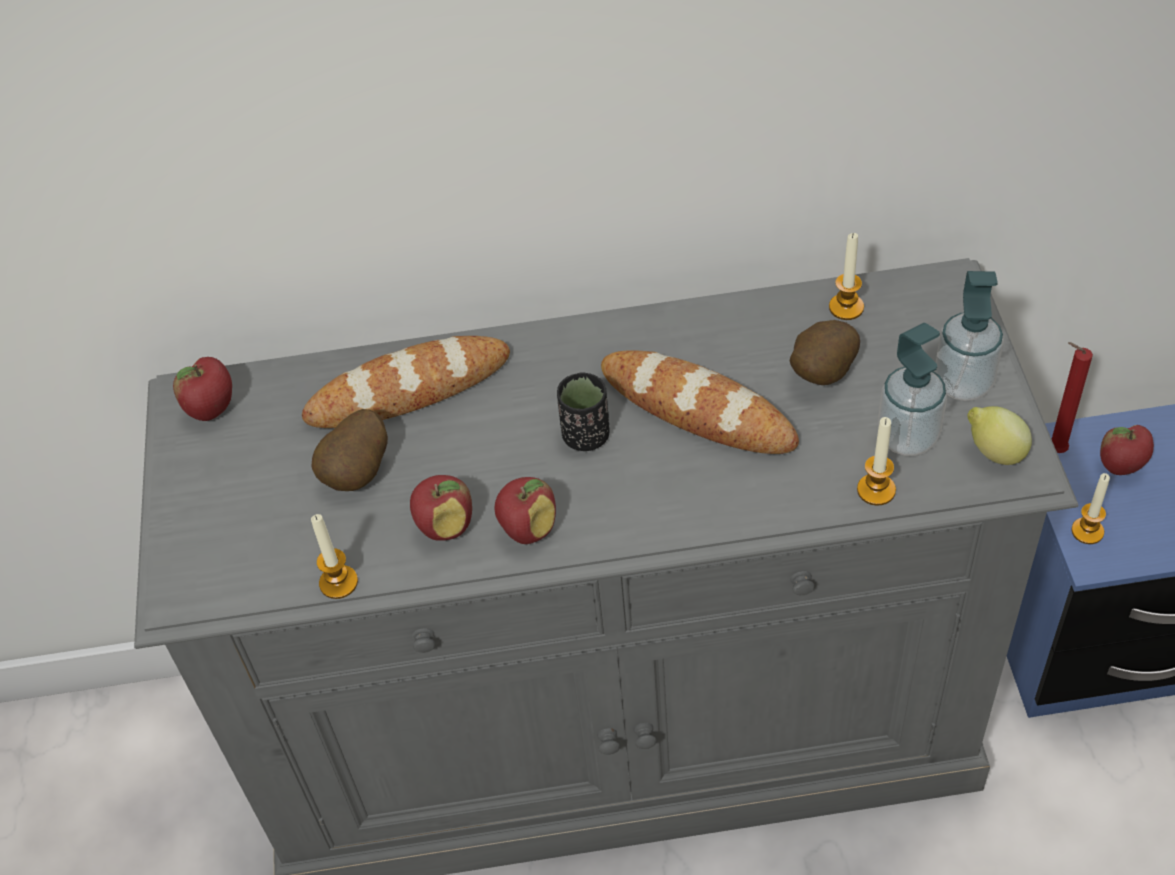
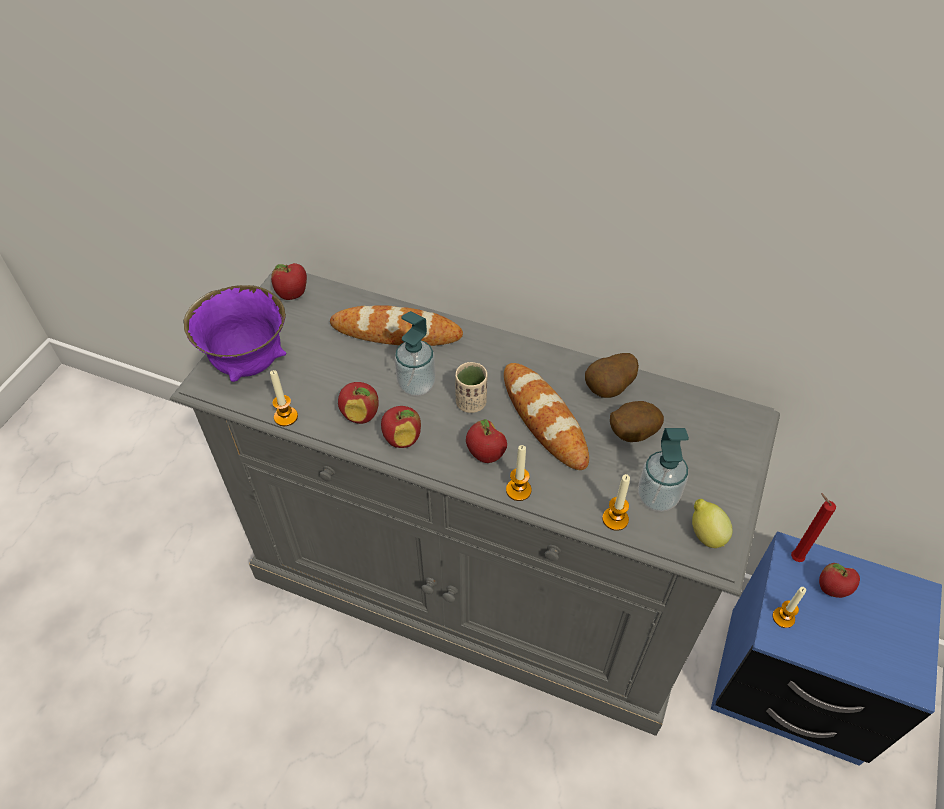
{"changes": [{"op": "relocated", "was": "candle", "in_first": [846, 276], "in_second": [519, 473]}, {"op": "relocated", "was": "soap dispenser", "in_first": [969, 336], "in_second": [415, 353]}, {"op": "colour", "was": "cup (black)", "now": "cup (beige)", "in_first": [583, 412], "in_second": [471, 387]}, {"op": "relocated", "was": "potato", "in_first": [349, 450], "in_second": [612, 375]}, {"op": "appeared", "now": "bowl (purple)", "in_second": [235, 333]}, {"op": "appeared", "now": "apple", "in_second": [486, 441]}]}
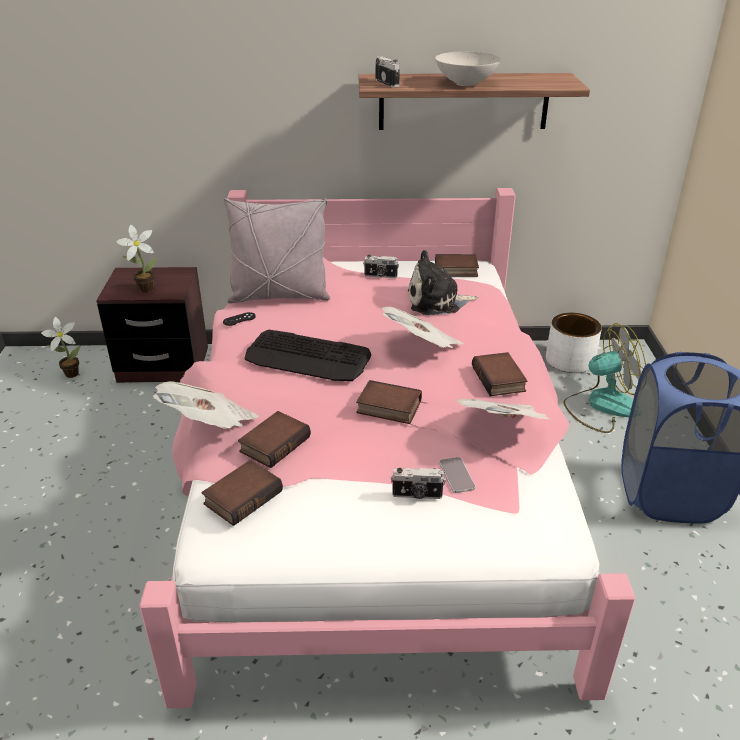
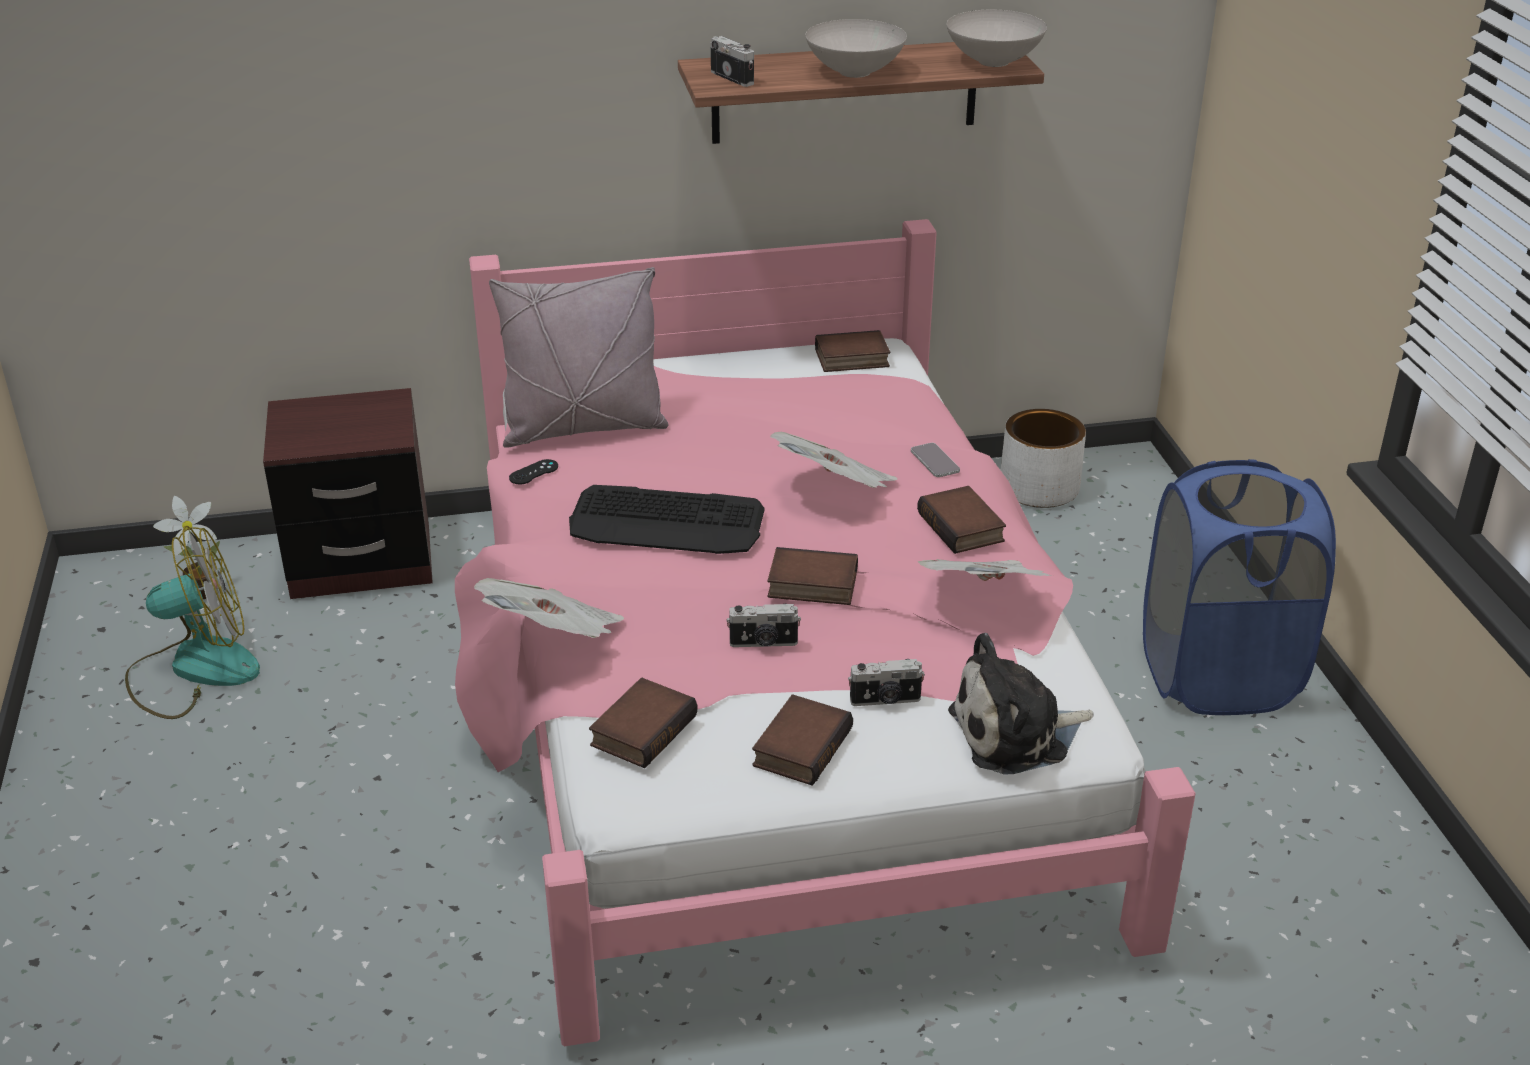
{"changes": [{"op": "missing", "was": "potted plant", "in_first": [136, 259]}, {"op": "relocated", "was": "plush toy", "in_first": [443, 282], "in_second": [1020, 704]}, {"op": "relocated", "was": "photo camera", "in_first": [381, 266], "in_second": [764, 625]}, {"op": "relocated", "was": "fan", "in_first": [604, 378], "in_second": [192, 622]}, {"op": "relocated", "was": "book", "in_first": [274, 439], "in_second": [802, 740]}, {"op": "relocated", "was": "phone", "in_first": [457, 475], "in_second": [935, 460]}, {"op": "appeared", "now": "bowl (white)", "in_second": [997, 38]}]}
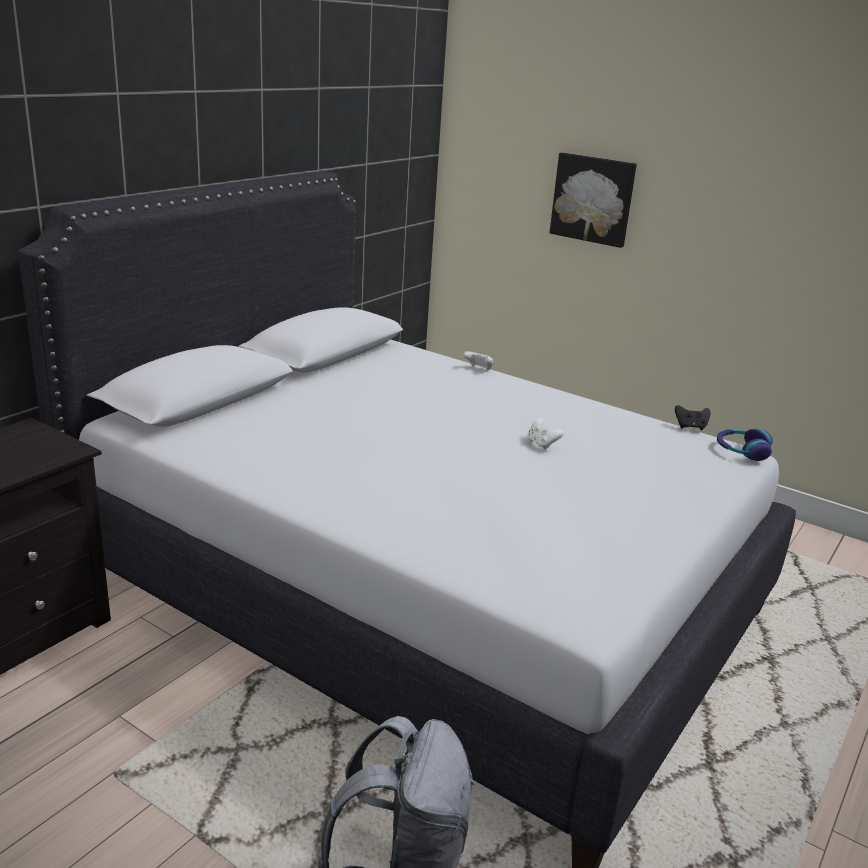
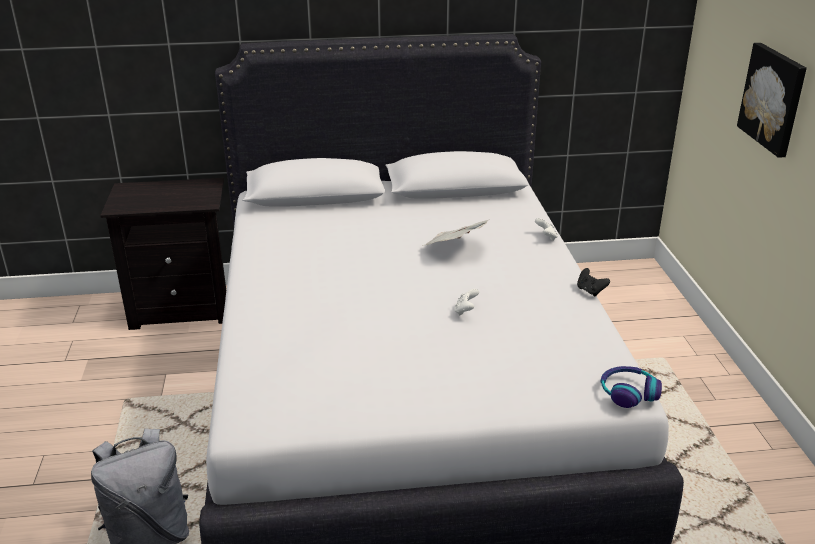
{"changes": [{"op": "relocated", "was": "game controller (black)", "in_first": [692, 417], "in_second": [593, 282]}, {"op": "appeared", "now": "newspaper", "in_second": [456, 232]}]}
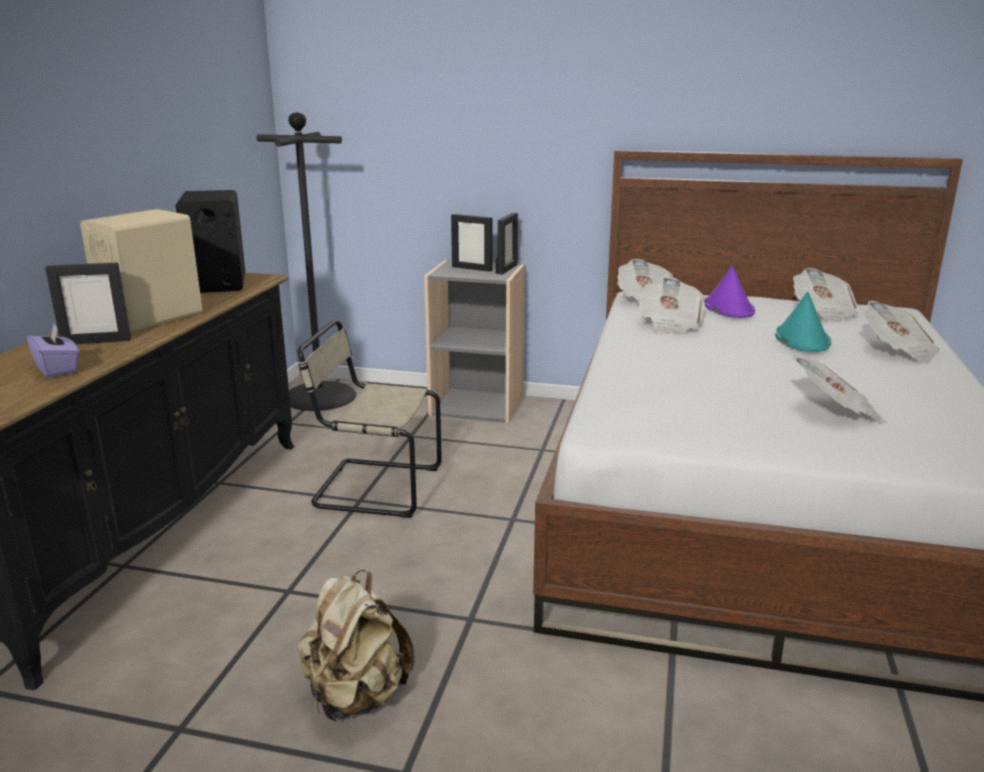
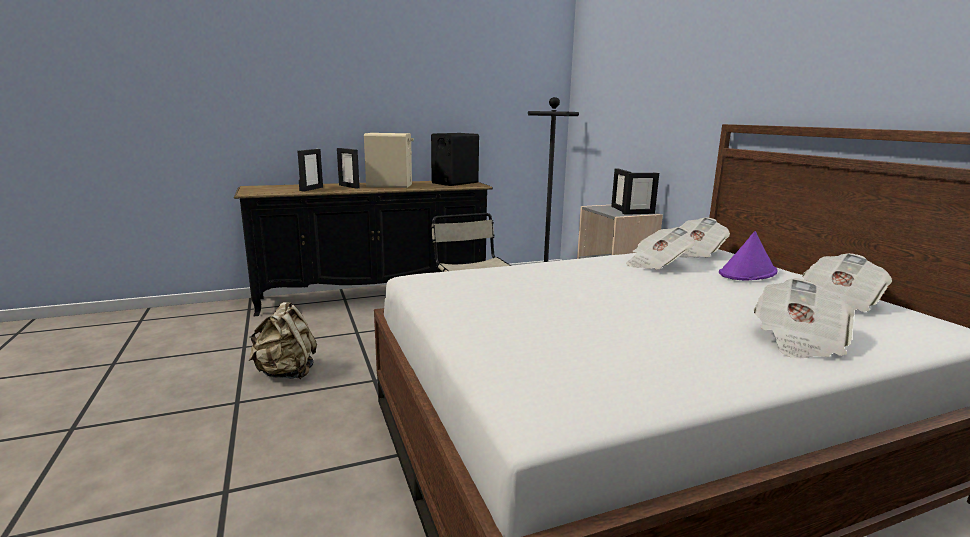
{"changes": [{"op": "missing", "was": "hat (turquoise)", "in_first": [803, 322]}, {"op": "exchanged", "was": "tissue box (purple)", "now": "picture frame", "in_first": [53, 351], "in_second": [310, 170]}, {"op": "missing", "was": "newspaper", "in_first": [839, 389]}]}
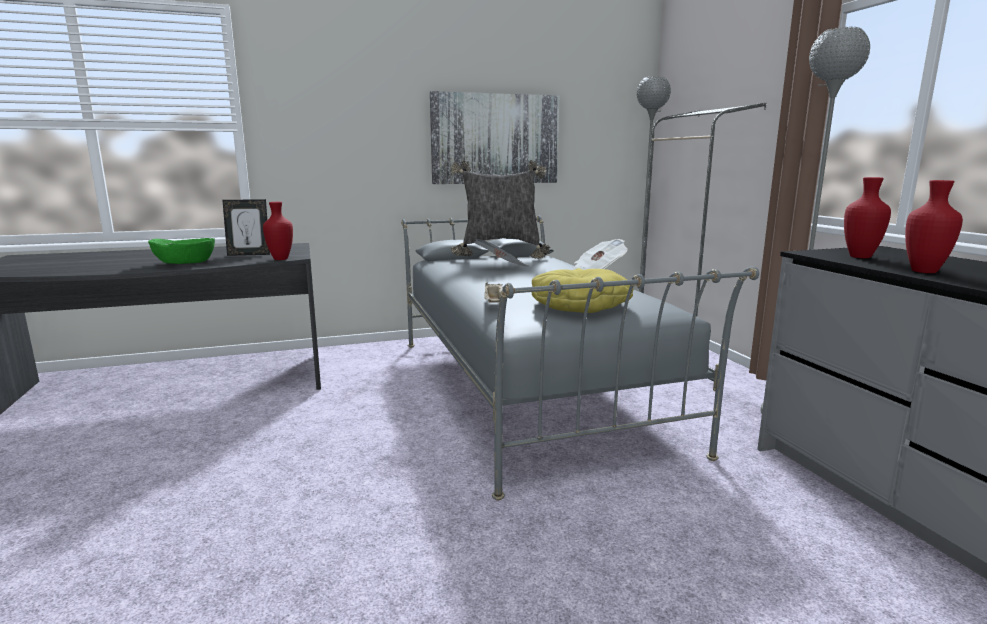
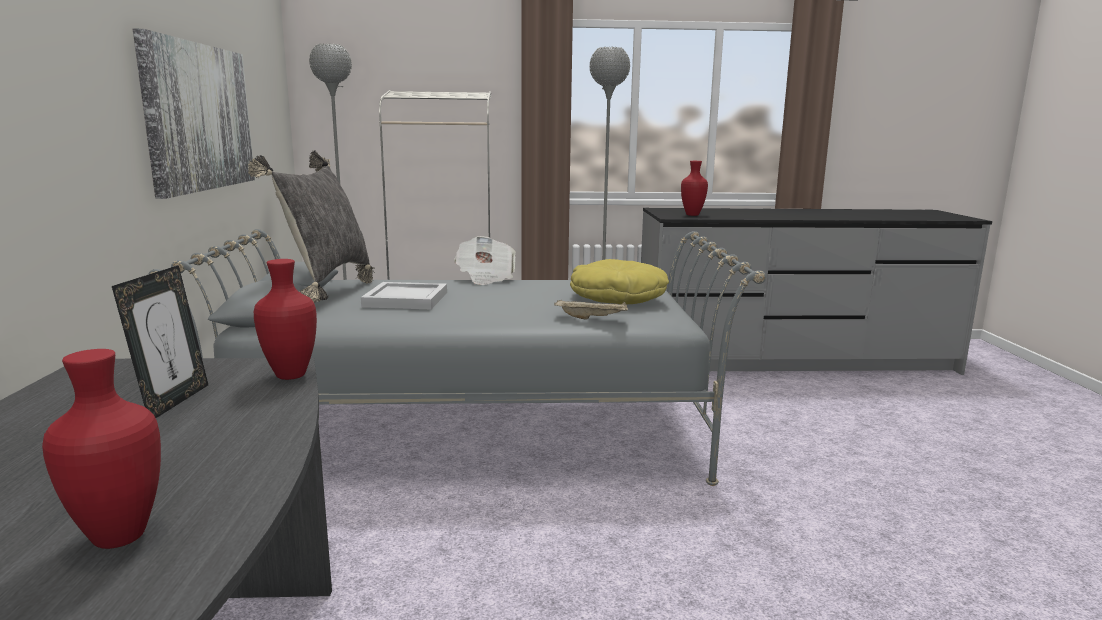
{"changes": [{"op": "relocated", "was": "vase (red)", "in_first": [934, 226], "in_second": [101, 449]}, {"op": "missing", "was": "bowl (green)", "in_first": [181, 251]}, {"op": "exchanged", "was": "newspaper", "now": "tray (white)", "in_first": [501, 252], "in_second": [404, 295]}]}
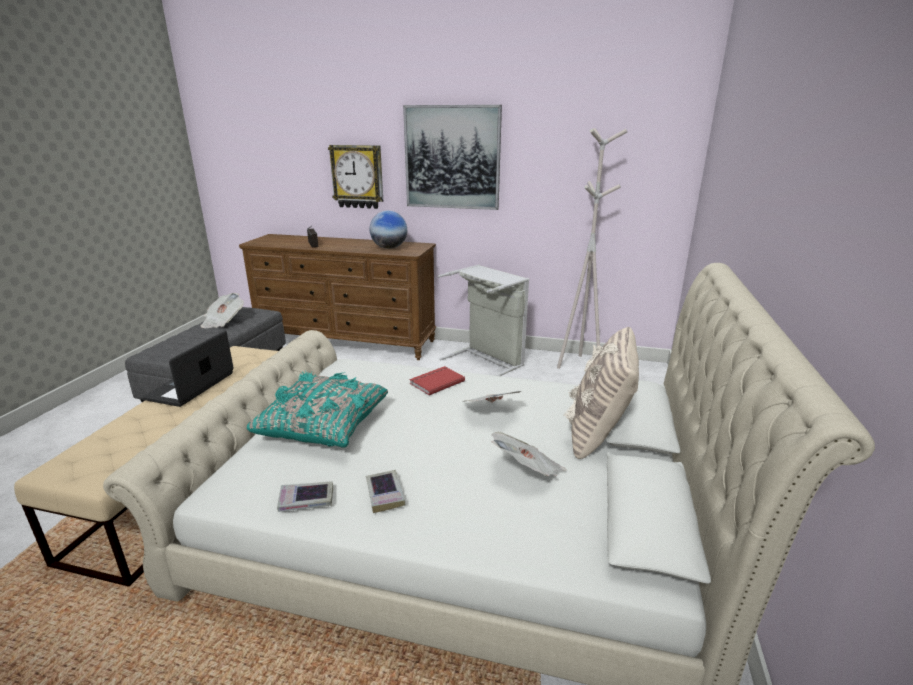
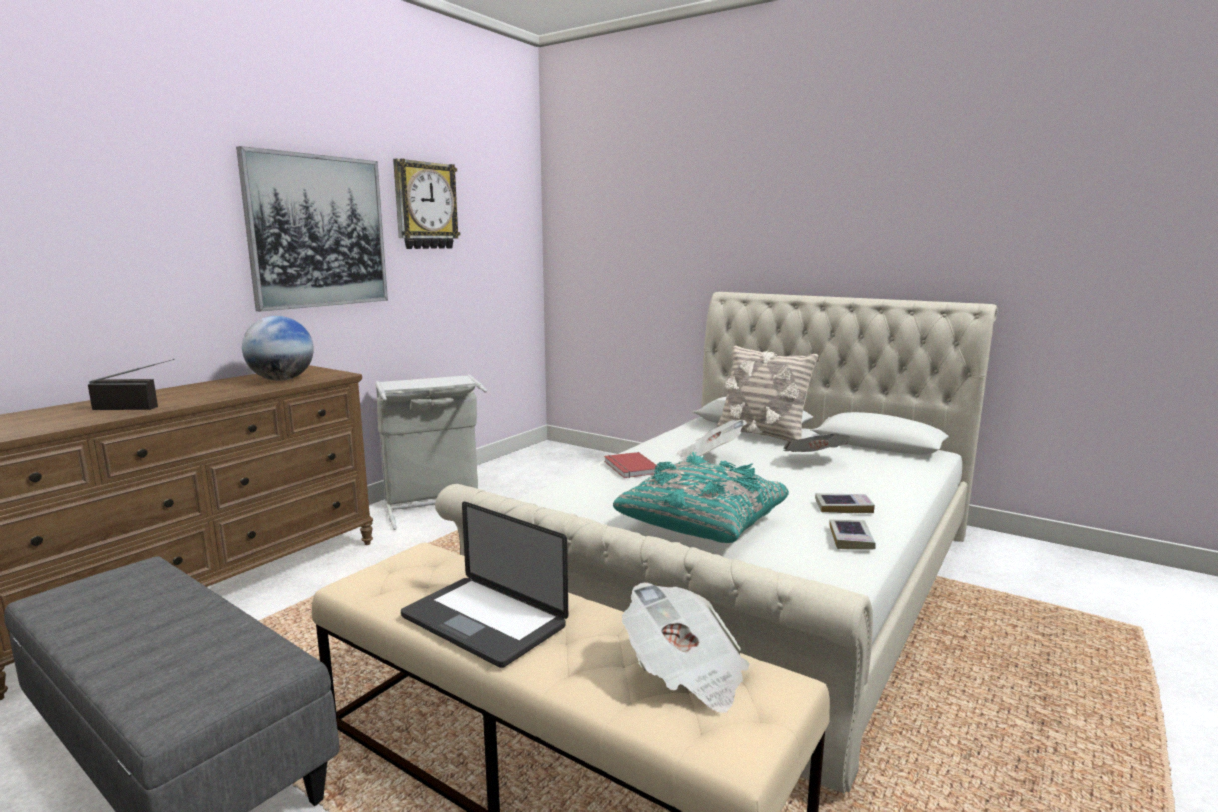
{"changes": [{"op": "missing", "was": "clothes rack (grey)", "in_first": [592, 248]}, {"op": "relocated", "was": "wall clock", "in_first": [355, 177], "in_second": [426, 203]}, {"op": "relocated", "was": "newspaper", "in_first": [222, 310], "in_second": [686, 647]}]}
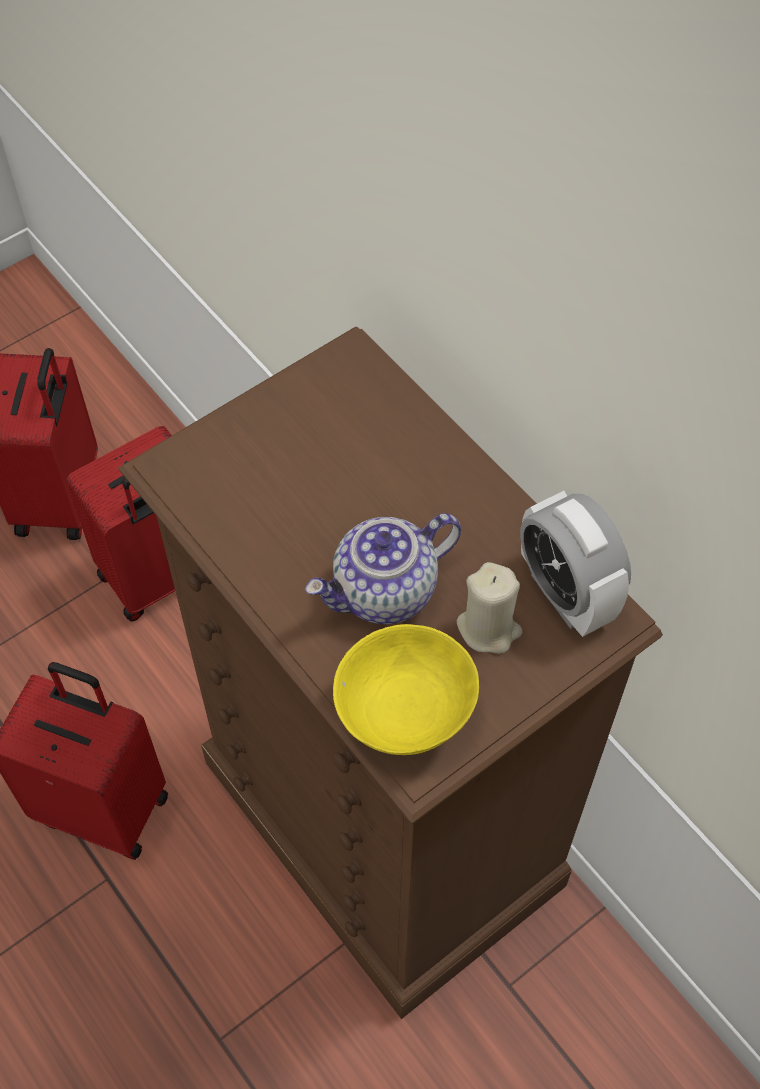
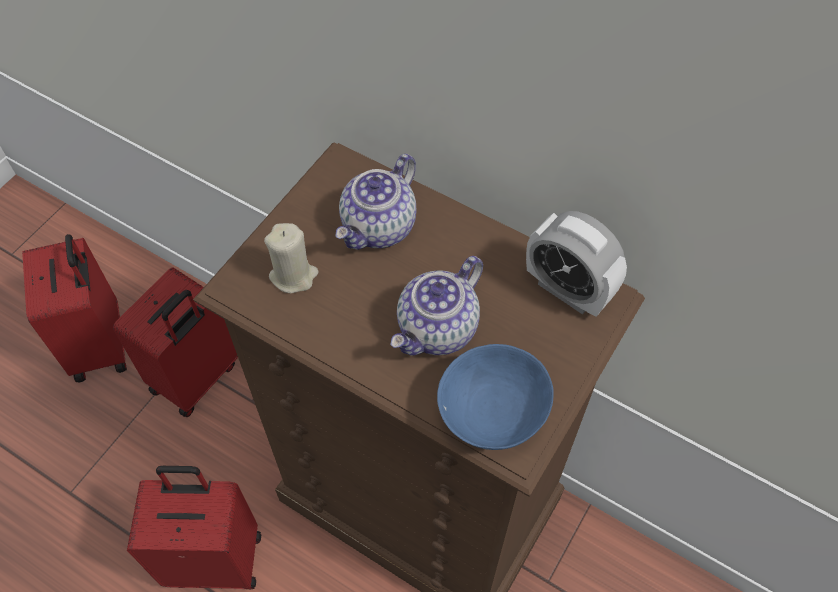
{"changes": [{"op": "relocated", "was": "candle (beige)", "in_first": [489, 608], "in_second": [291, 258]}, {"op": "colour", "was": "bowl (yellow)", "now": "bowl (blue)", "in_first": [406, 689], "in_second": [495, 397]}, {"op": "appeared", "now": "teapot", "in_second": [376, 202]}]}
